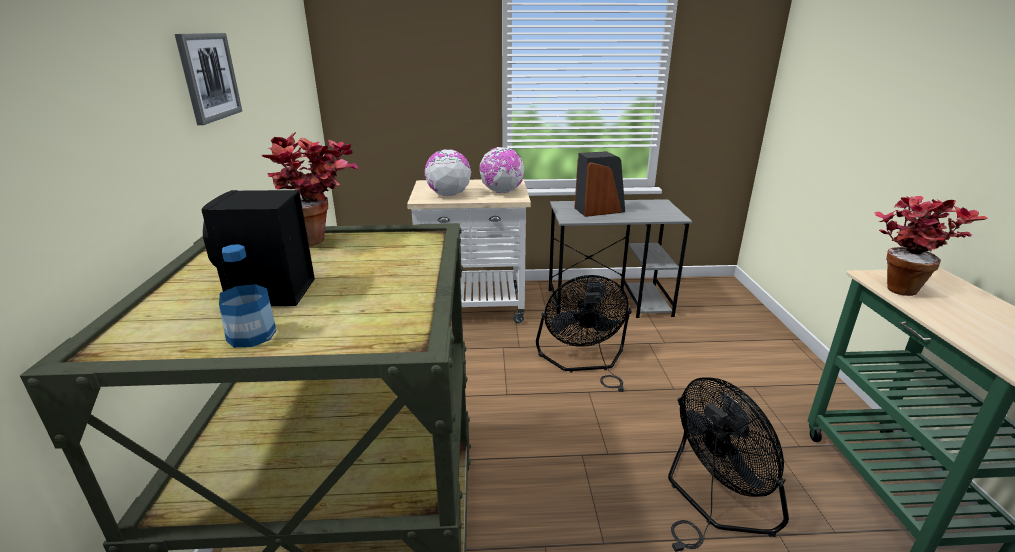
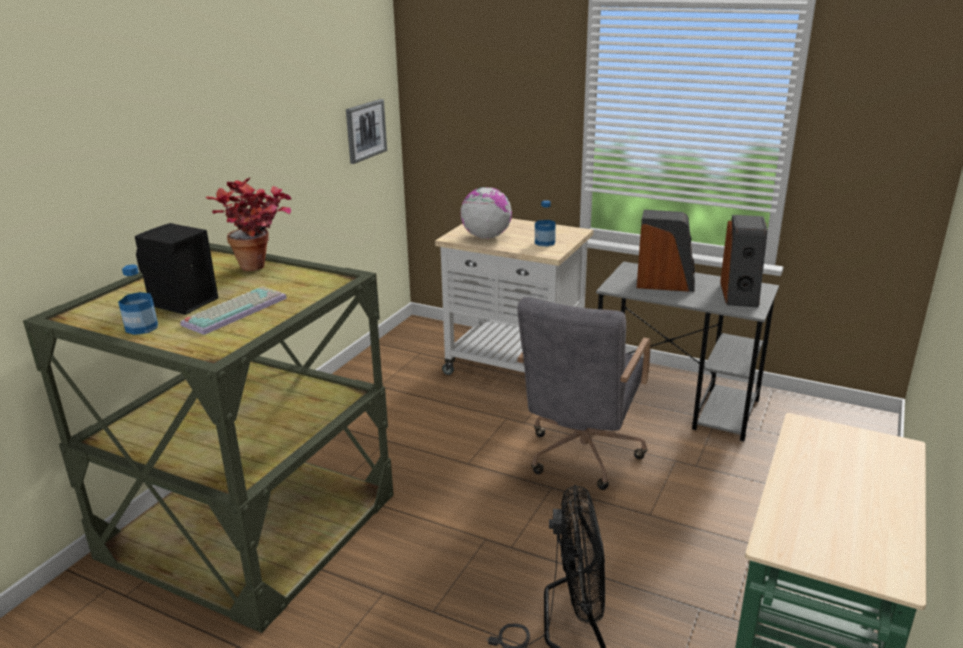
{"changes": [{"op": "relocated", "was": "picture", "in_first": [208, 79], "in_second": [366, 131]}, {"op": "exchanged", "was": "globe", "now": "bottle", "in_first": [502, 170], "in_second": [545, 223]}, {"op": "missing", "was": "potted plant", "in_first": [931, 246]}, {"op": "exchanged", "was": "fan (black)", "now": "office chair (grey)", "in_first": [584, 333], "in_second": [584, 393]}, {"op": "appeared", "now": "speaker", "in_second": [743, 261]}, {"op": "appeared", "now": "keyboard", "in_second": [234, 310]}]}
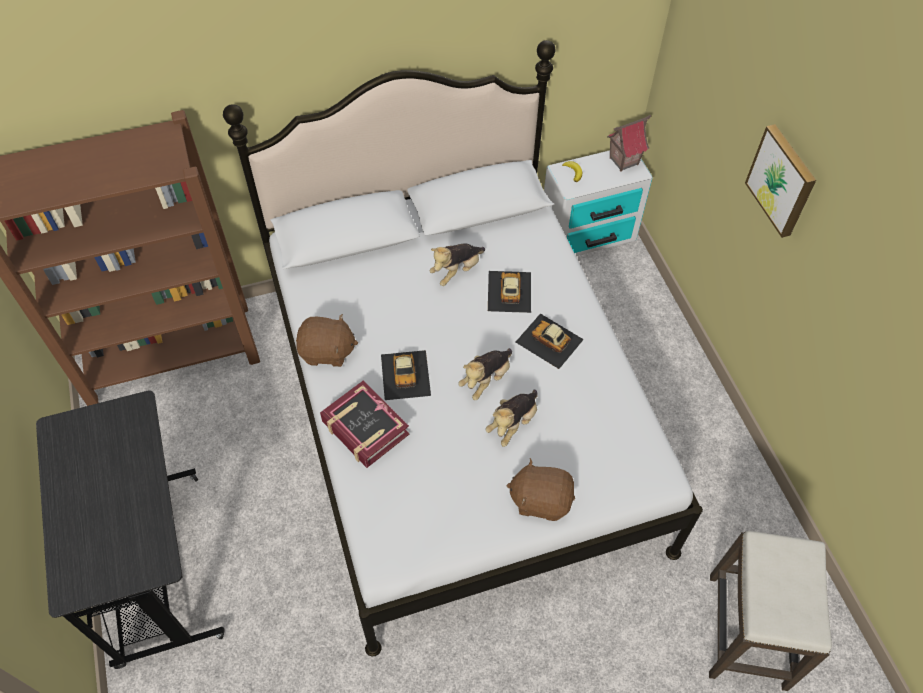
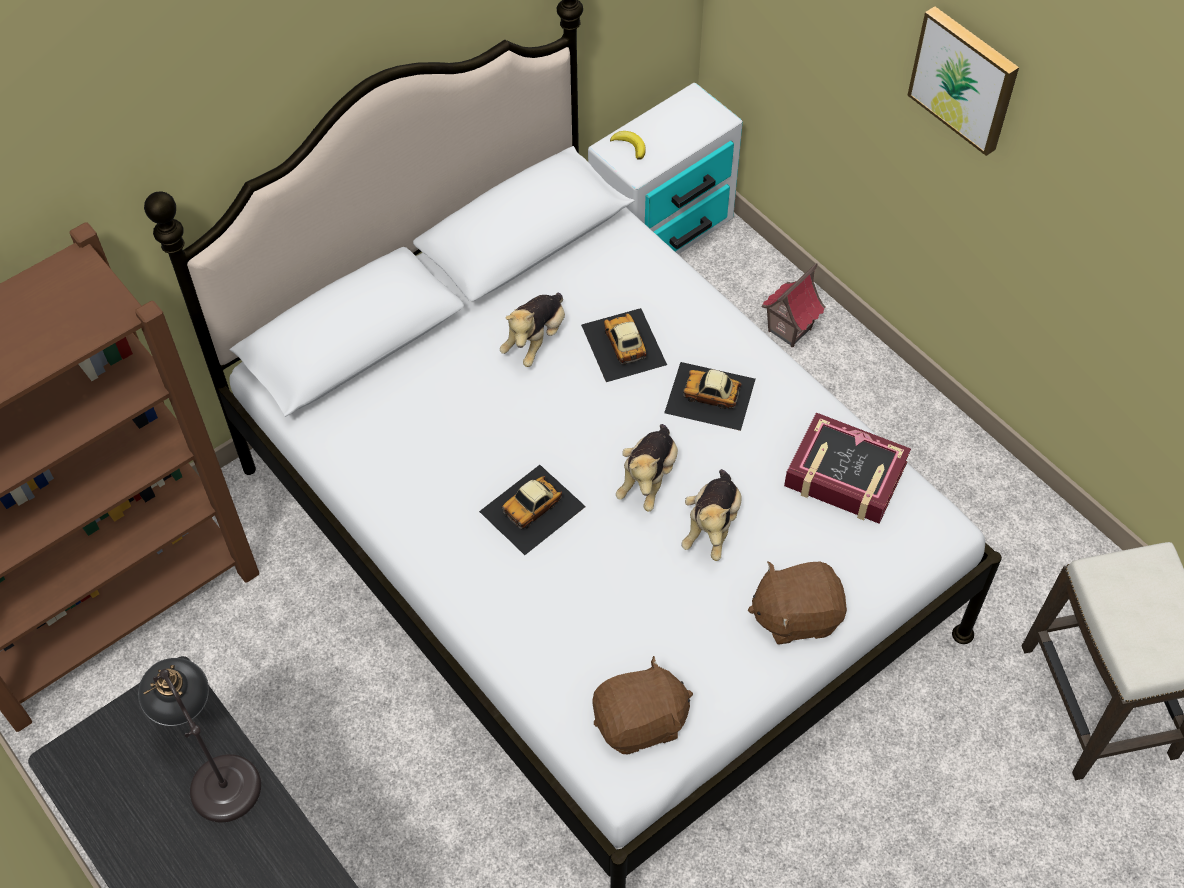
{"changes": [{"op": "relocated", "was": "toy house", "in_first": [629, 143], "in_second": [794, 305]}, {"op": "relocated", "was": "plush toy (brown)", "in_first": [327, 340], "in_second": [642, 705]}, {"op": "spun", "was": "toy car", "in_first": [406, 375], "in_second": [532, 510], "clockwise": 75}, {"op": "relocated", "was": "book", "in_first": [364, 424], "in_second": [847, 468]}, {"op": "appeared", "now": "table lamp (grey)", "in_second": [199, 740]}]}
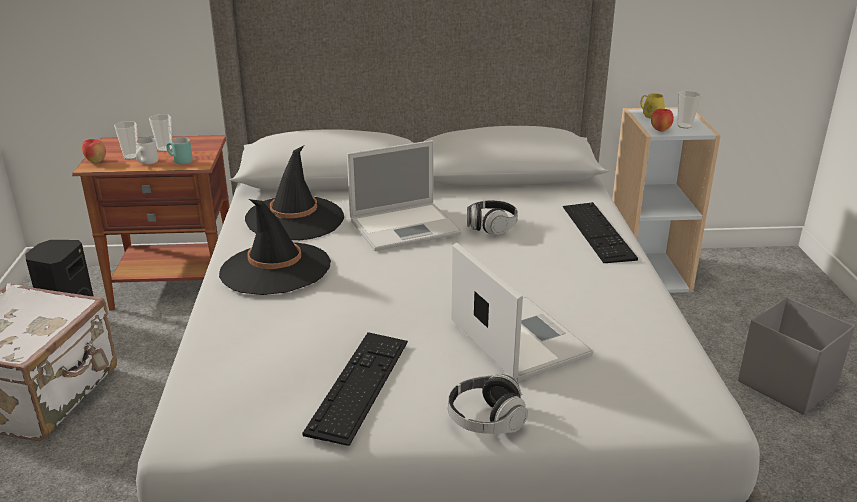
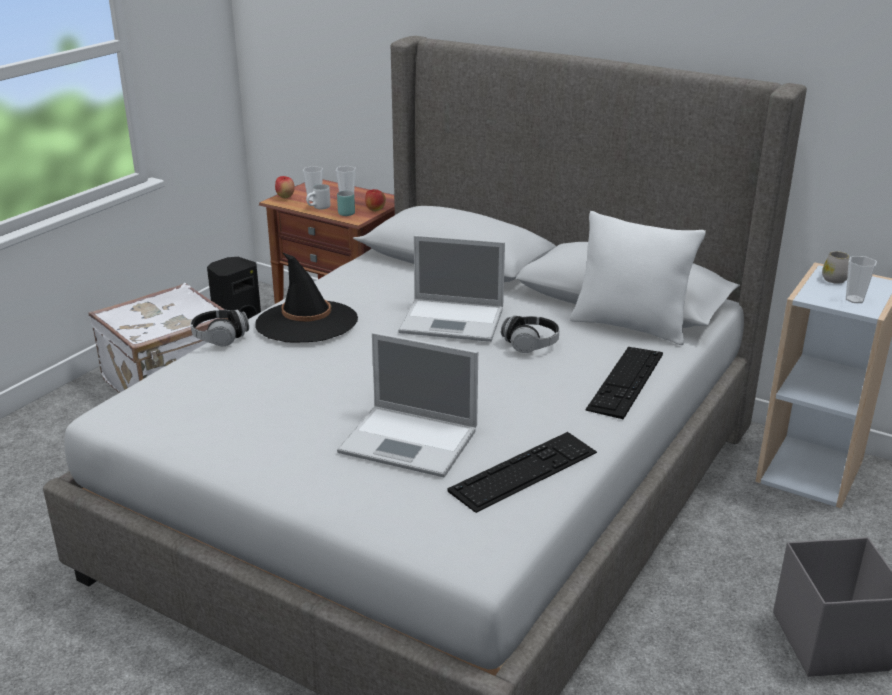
{"changes": [{"op": "colour", "was": "mug (yellow)", "now": "mug (white)", "in_first": [652, 106], "in_second": [835, 267]}, {"op": "relocated", "was": "apple", "in_first": [662, 120], "in_second": [375, 200]}, {"op": "missing", "was": "hat (black)", "in_first": [294, 193]}, {"op": "spun", "was": "laptop", "in_first": [522, 312], "in_second": [407, 404], "clockwise": 105}, {"op": "relocated", "was": "keyboard", "in_first": [355, 389], "in_second": [522, 472]}, {"op": "relocated", "was": "headphones", "in_first": [488, 404], "in_second": [220, 328]}, {"op": "appeared", "now": "pillow (white)", "in_second": [638, 278]}]}
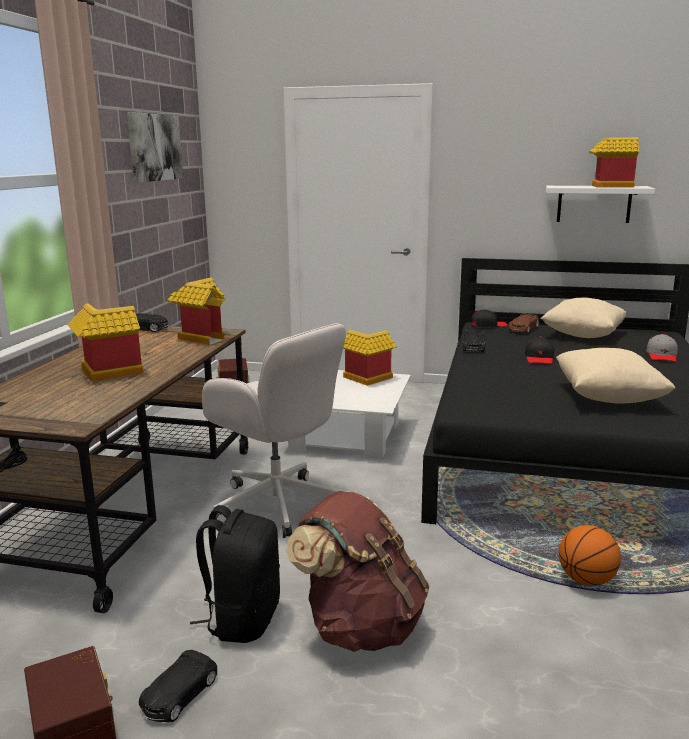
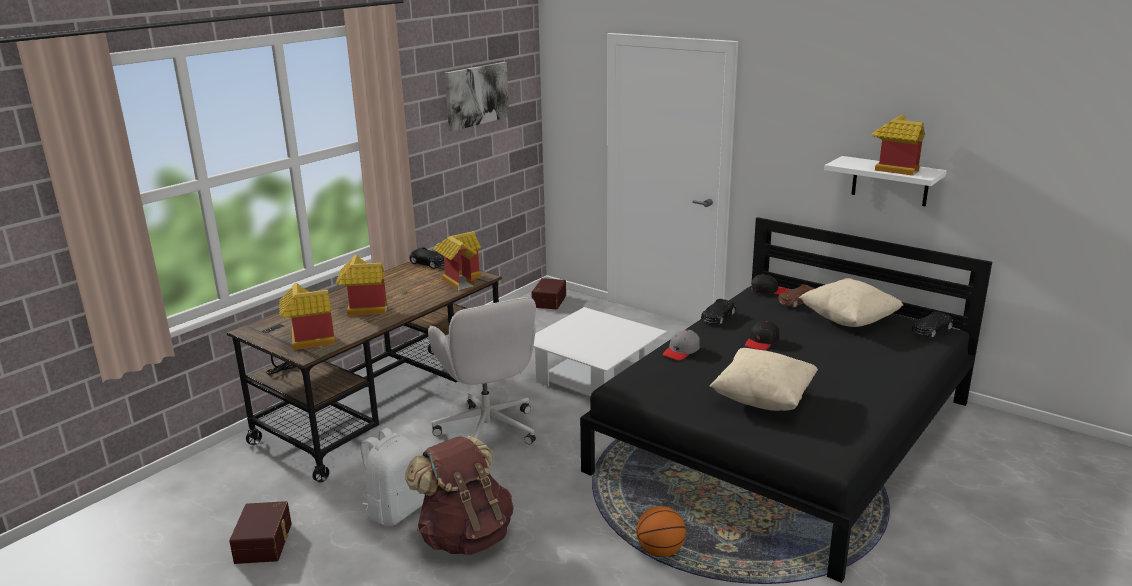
{"changes": [{"op": "relocated", "was": "toy house", "in_first": [370, 358], "in_second": [307, 316]}, {"op": "relocated", "was": "cap (grey)", "in_first": [662, 348], "in_second": [681, 345]}, {"op": "colour", "was": "backpack (black)", "now": "backpack (white)", "in_first": [235, 574], "in_second": [393, 476]}, {"op": "relocated", "was": "toy car (black)", "in_first": [178, 686], "in_second": [932, 324]}]}
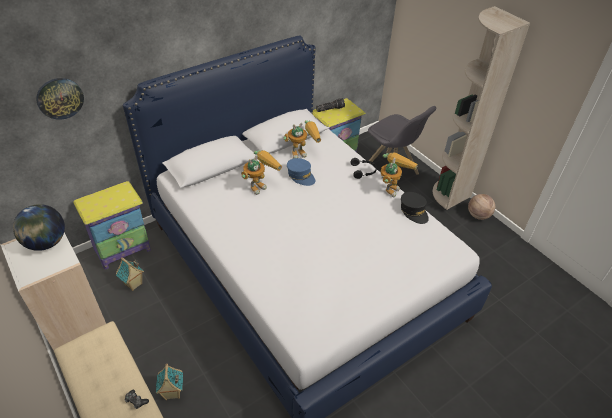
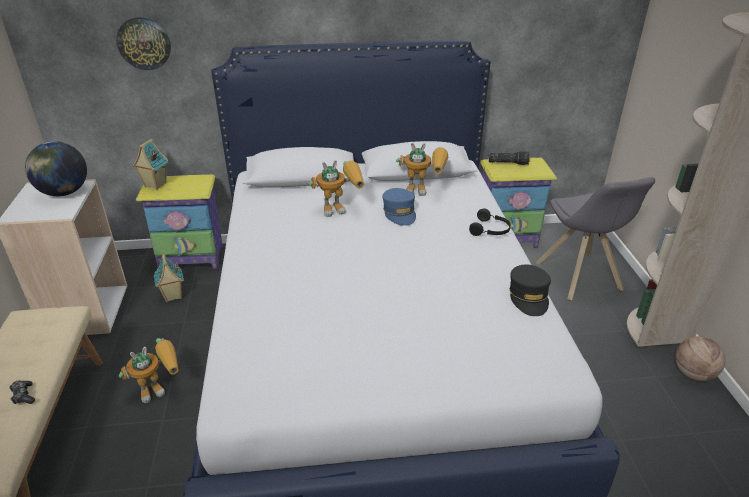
{"changes": [{"op": "relocated", "was": "toy robot", "in_first": [399, 174], "in_second": [149, 370]}, {"op": "relocated", "was": "toy house", "in_first": [169, 381], "in_second": [151, 164]}]}
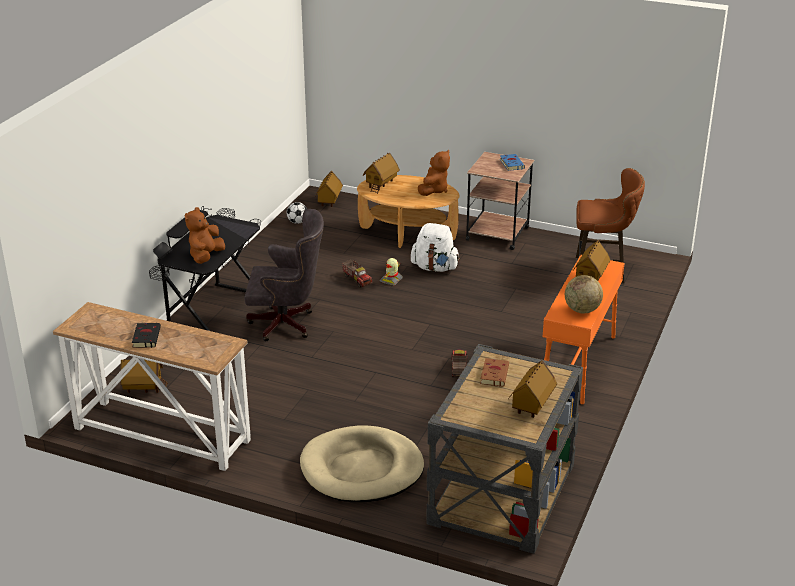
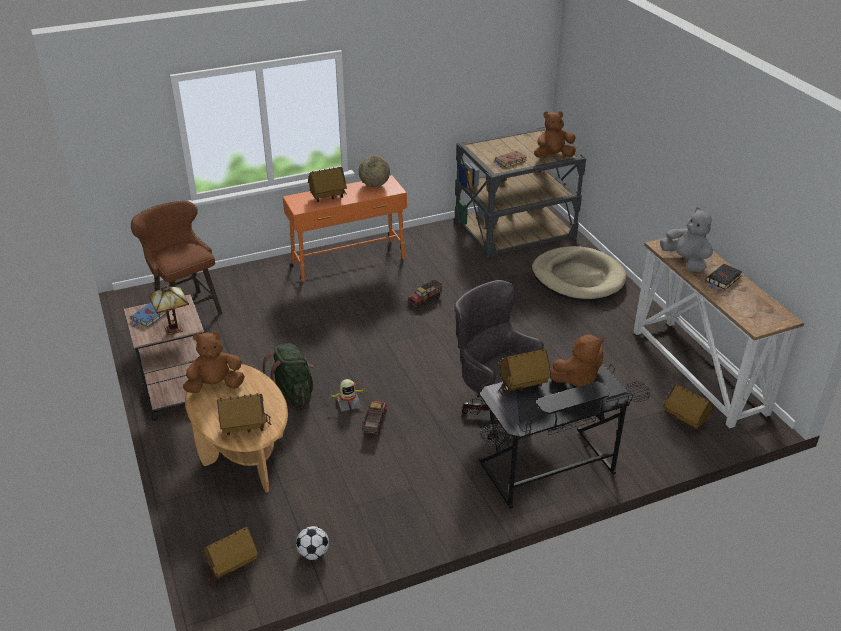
{"changes": [{"op": "colour", "was": "backpack (white)", "now": "backpack (green)", "in_first": [435, 247], "in_second": [287, 374]}, {"op": "relocated", "was": "toy house", "in_first": [532, 389], "in_second": [524, 373]}, {"op": "appeared", "now": "plush toy (brown)", "in_second": [555, 134]}, {"op": "appeared", "now": "plush toy (grey)", "in_second": [686, 239]}, {"op": "appeared", "now": "table lamp", "in_second": [169, 310]}]}
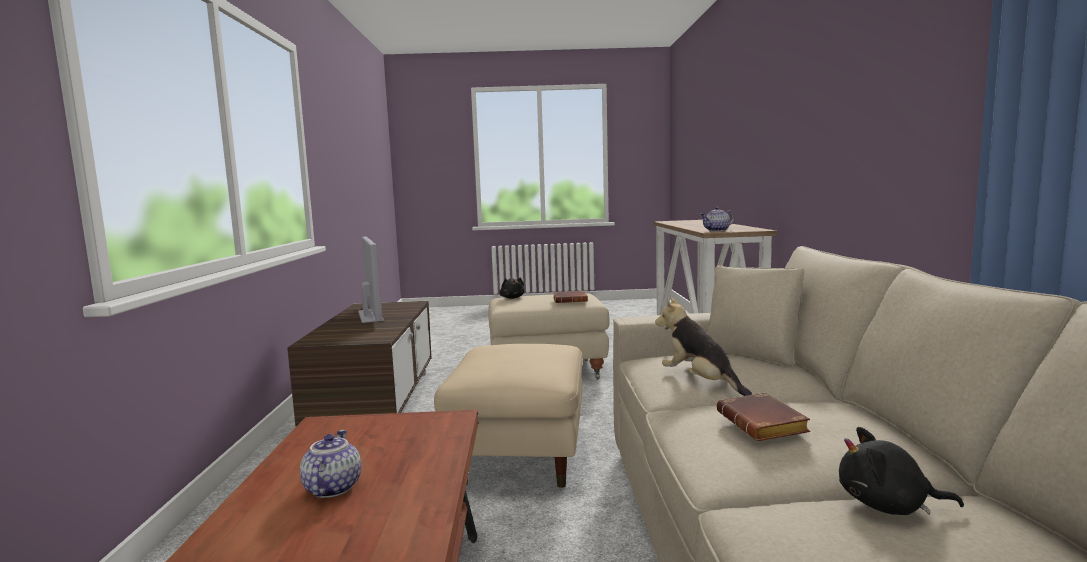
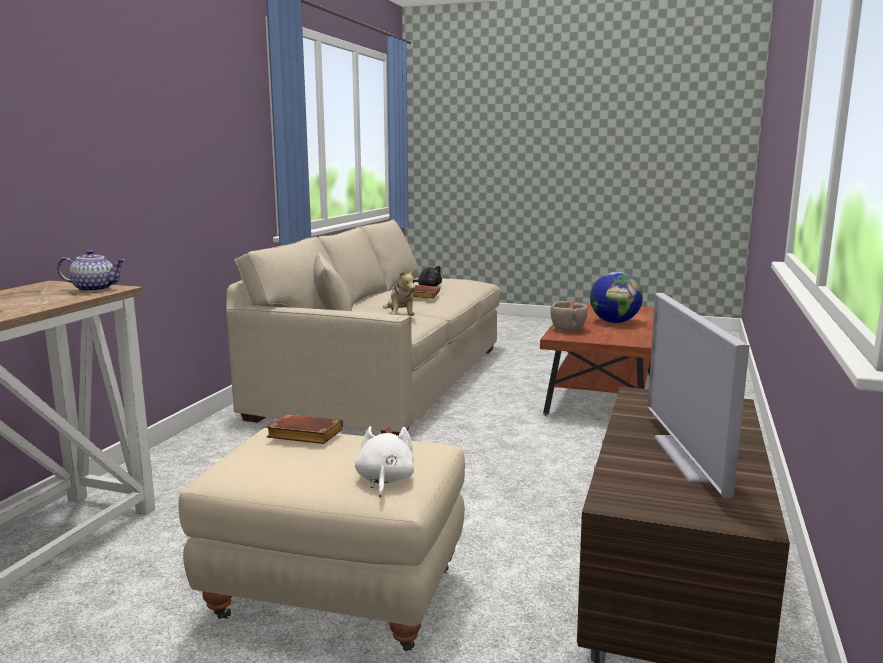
{"changes": [{"op": "colour", "was": "plush toy (black)", "now": "plush toy (white)", "in_first": [511, 288], "in_second": [384, 461]}, {"op": "missing", "was": "ottoman (beige)", "in_first": [508, 416]}, {"op": "exchanged", "was": "teapot", "now": "globe", "in_first": [330, 464], "in_second": [616, 297]}, {"op": "appeared", "now": "bowl (brown)", "in_second": [569, 316]}]}
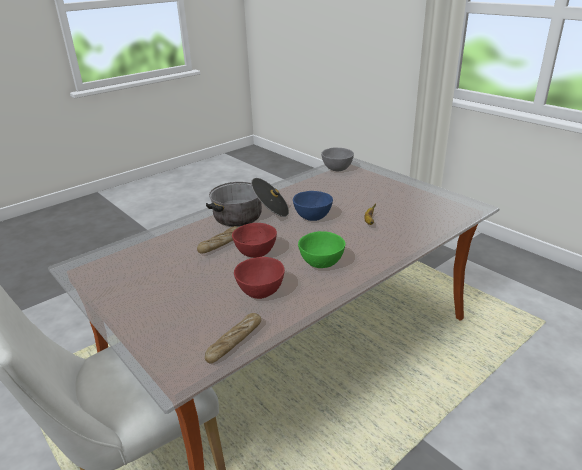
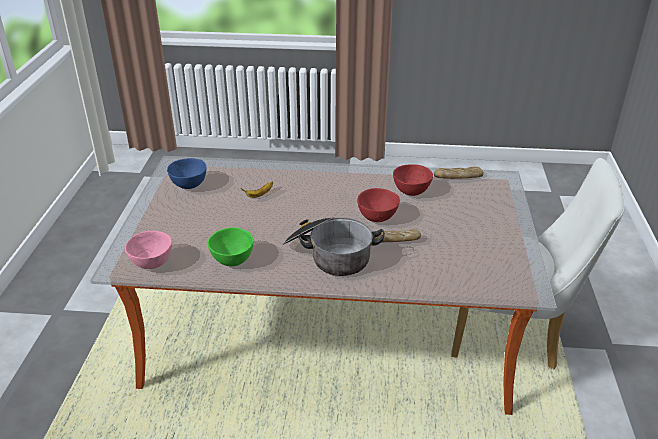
{"changes": [{"op": "colour", "was": "bowl (grey)", "now": "bowl (pink)", "in_first": [337, 159], "in_second": [148, 250]}, {"op": "relocated", "was": "bowl (blue)", "in_first": [313, 206], "in_second": [186, 173]}, {"op": "relocated", "was": "bowl (green)", "in_first": [321, 249], "in_second": [231, 246]}]}
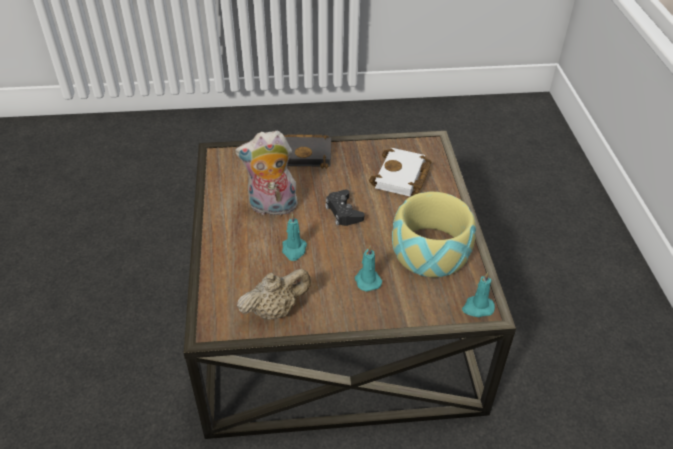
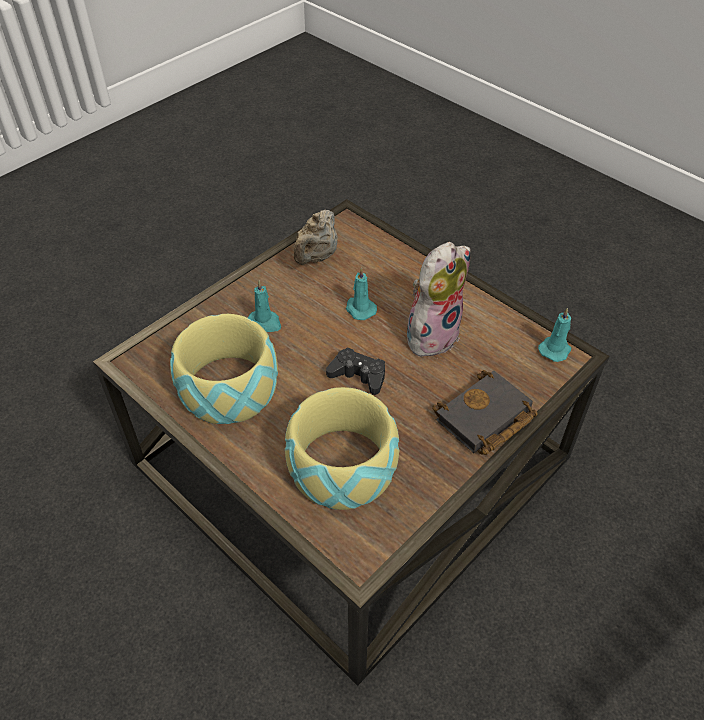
{"changes": [{"op": "exchanged", "was": "book (white)", "now": "bowl", "in_first": [400, 172], "in_second": [342, 448]}, {"op": "relocated", "was": "candle (turquoise)", "in_first": [478, 294], "in_second": [555, 335]}]}
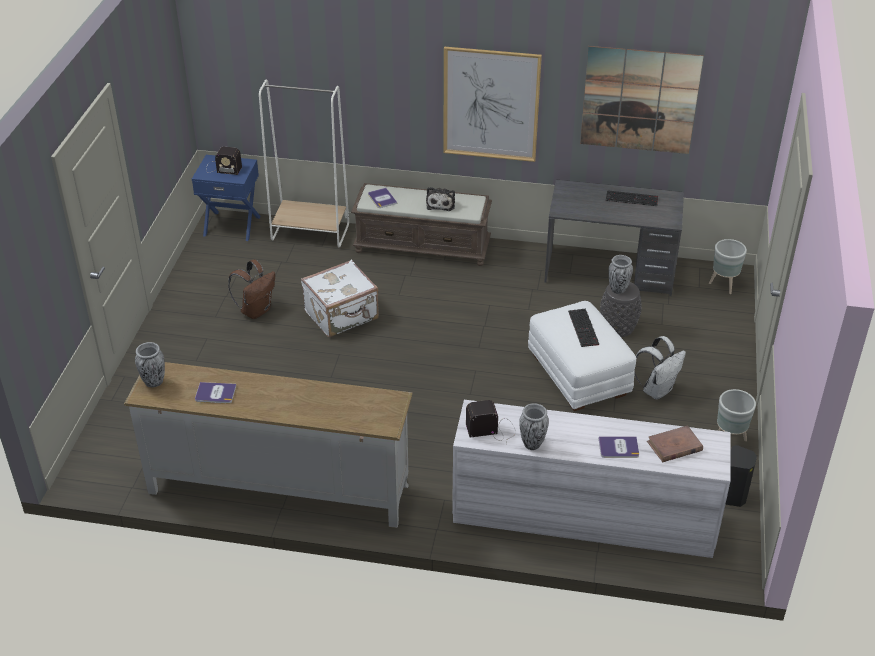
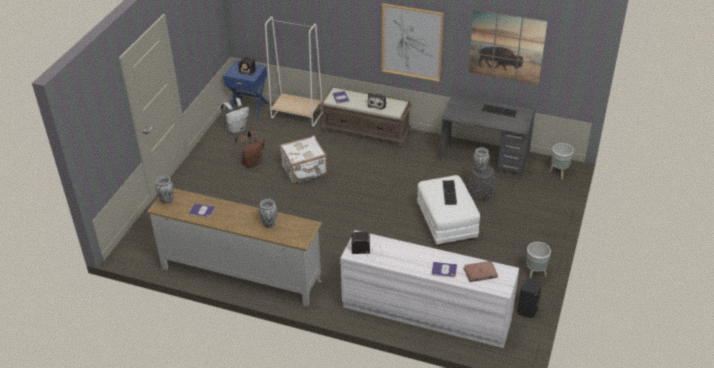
{"changes": [{"op": "relocated", "was": "backpack (white)", "in_first": [660, 367], "in_second": [235, 116]}, {"op": "relocated", "was": "vase", "in_first": [534, 426], "in_second": [268, 213]}]}
